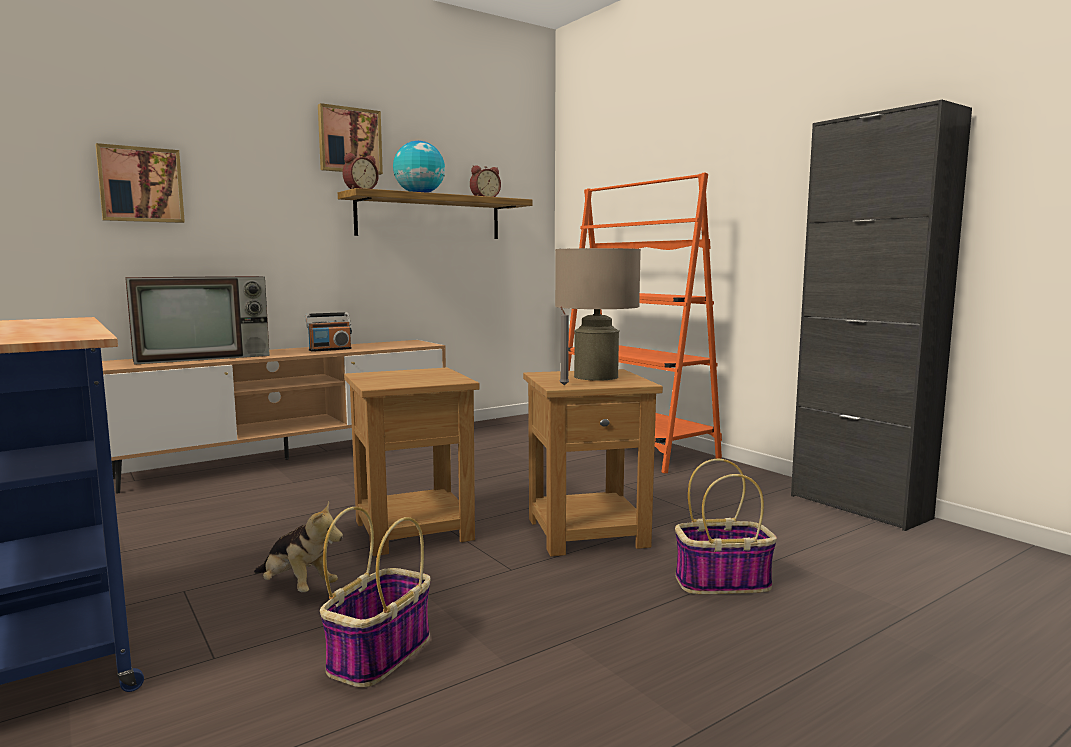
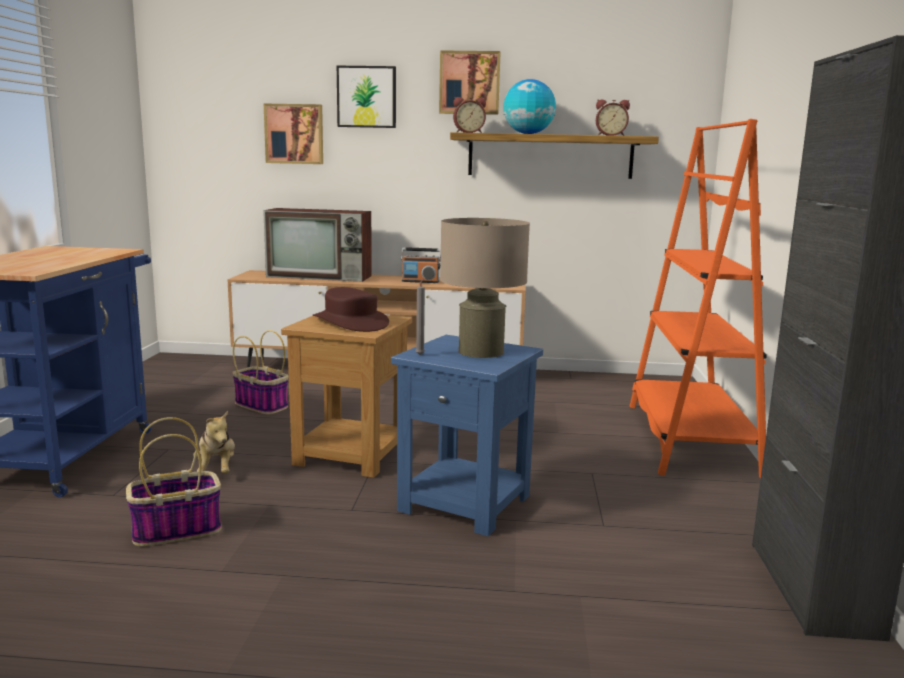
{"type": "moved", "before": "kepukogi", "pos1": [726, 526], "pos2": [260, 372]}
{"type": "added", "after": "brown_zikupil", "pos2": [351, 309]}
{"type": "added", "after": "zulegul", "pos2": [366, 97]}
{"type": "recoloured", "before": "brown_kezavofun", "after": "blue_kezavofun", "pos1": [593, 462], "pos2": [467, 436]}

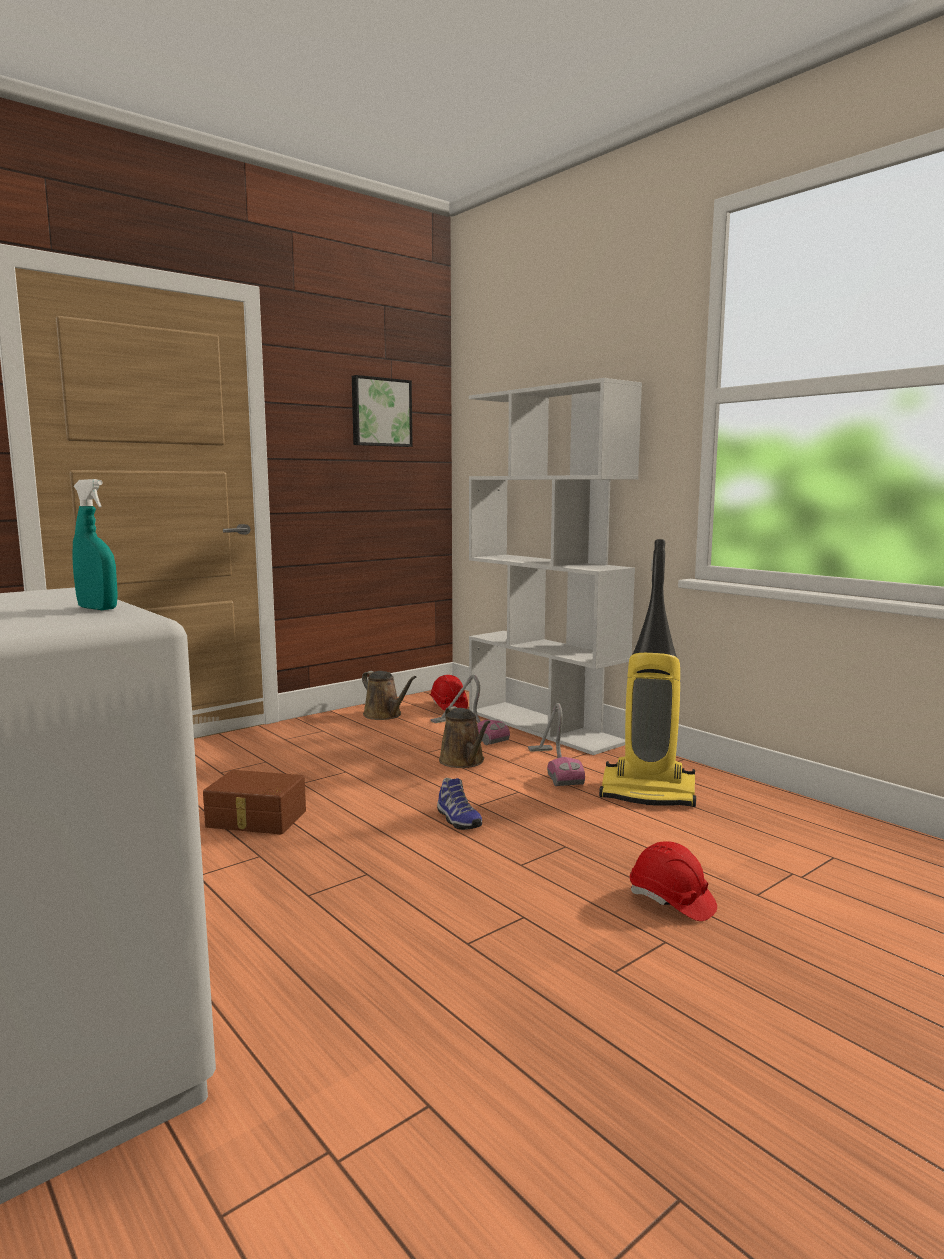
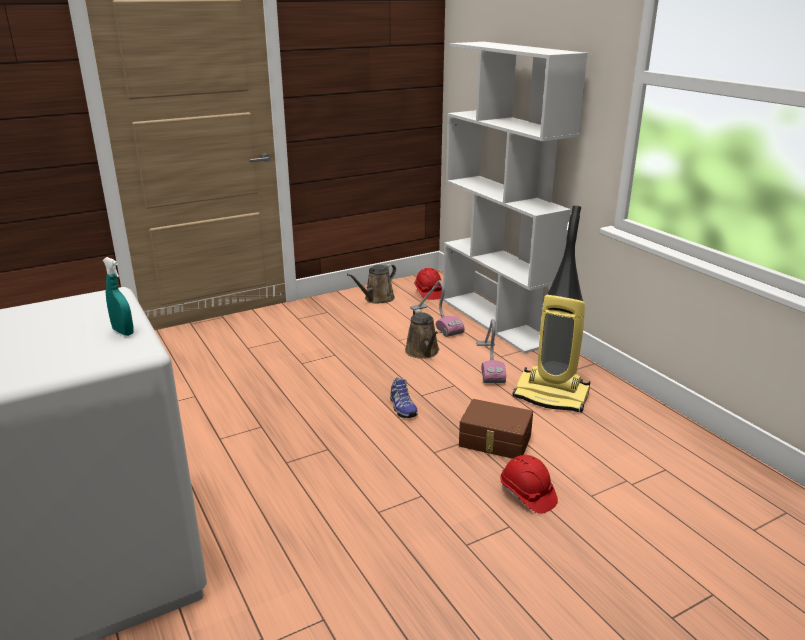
{"type": "turned", "before": "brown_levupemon", "pos1": [389, 695], "pos2": [371, 284], "turn": 75}
{"type": "moved", "before": "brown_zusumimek", "pos1": [254, 802], "pos2": [496, 429]}
{"type": "removed", "before": "zulegul", "pos1": [382, 411]}

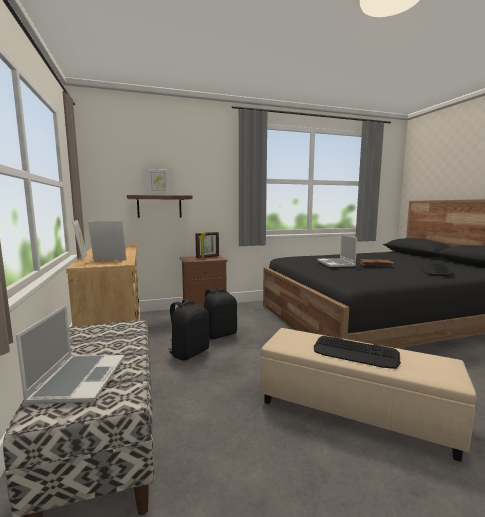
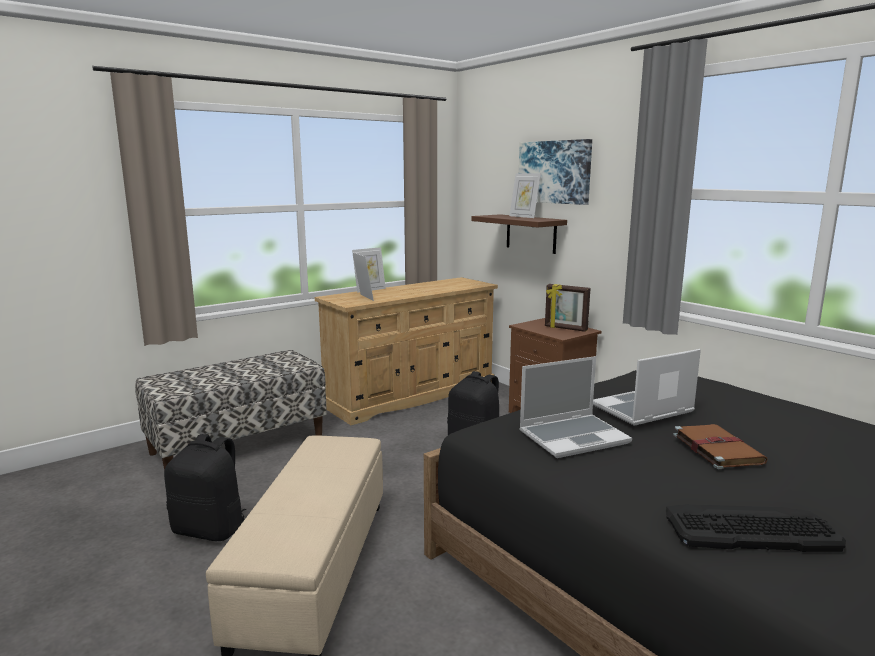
{"type": "moved", "before": "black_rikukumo", "pos1": [189, 329], "pos2": [205, 487]}
{"type": "added", "after": "zulegul", "pos2": [555, 172]}
{"type": "moved", "before": "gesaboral", "pos1": [70, 354], "pos2": [575, 407]}
{"type": "removed", "before": "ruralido", "pos1": [357, 352]}

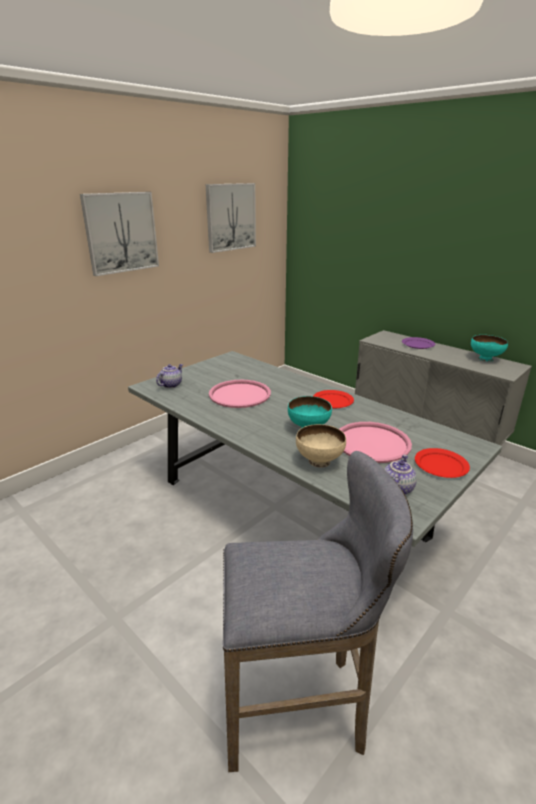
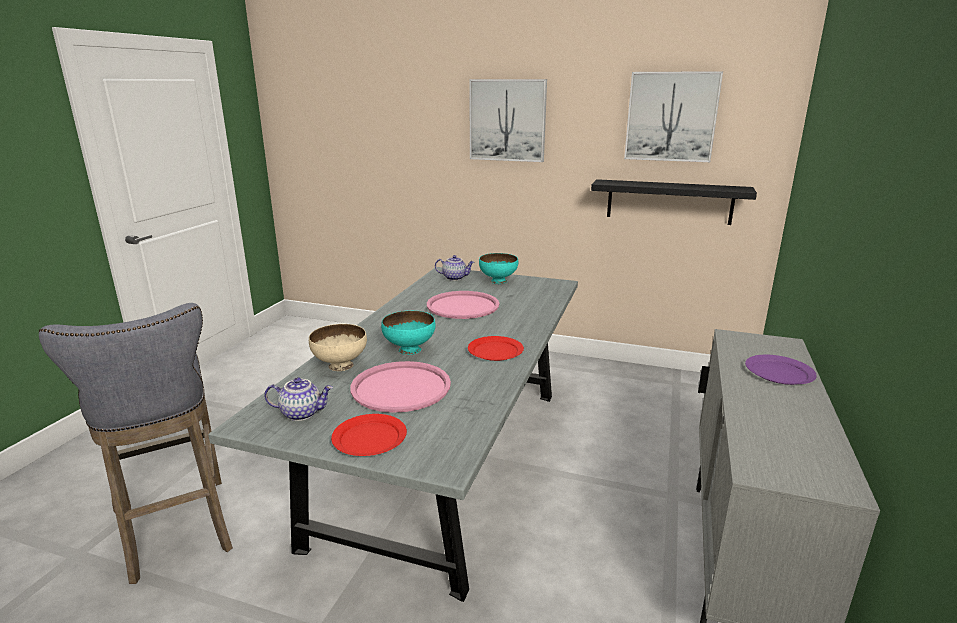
{"type": "moved", "before": "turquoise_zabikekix", "pos1": [489, 348], "pos2": [498, 268]}
{"type": "added", "after": "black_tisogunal", "pos2": [674, 202]}

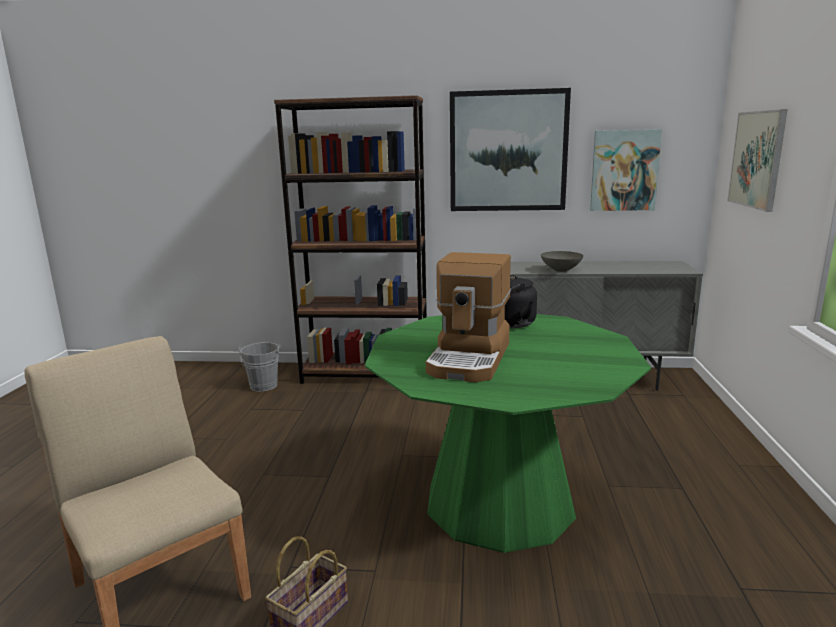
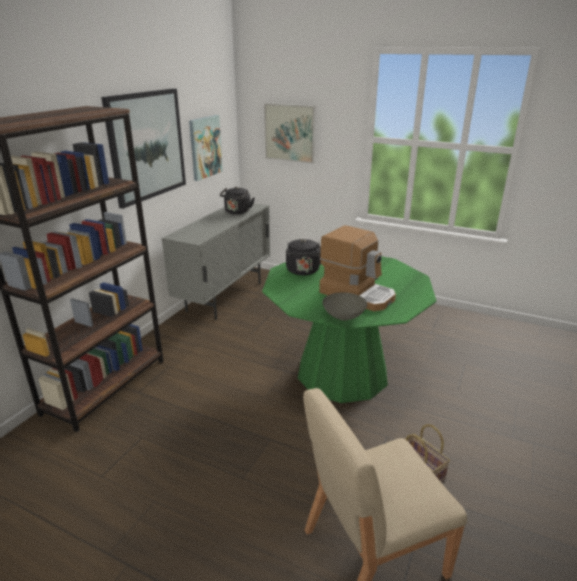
{"type": "added", "after": "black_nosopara", "pos2": [237, 200]}
{"type": "moved", "before": "grey_zabikekix", "pos1": [562, 261], "pos2": [345, 306]}
{"type": "removed", "before": "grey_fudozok", "pos1": [259, 367]}

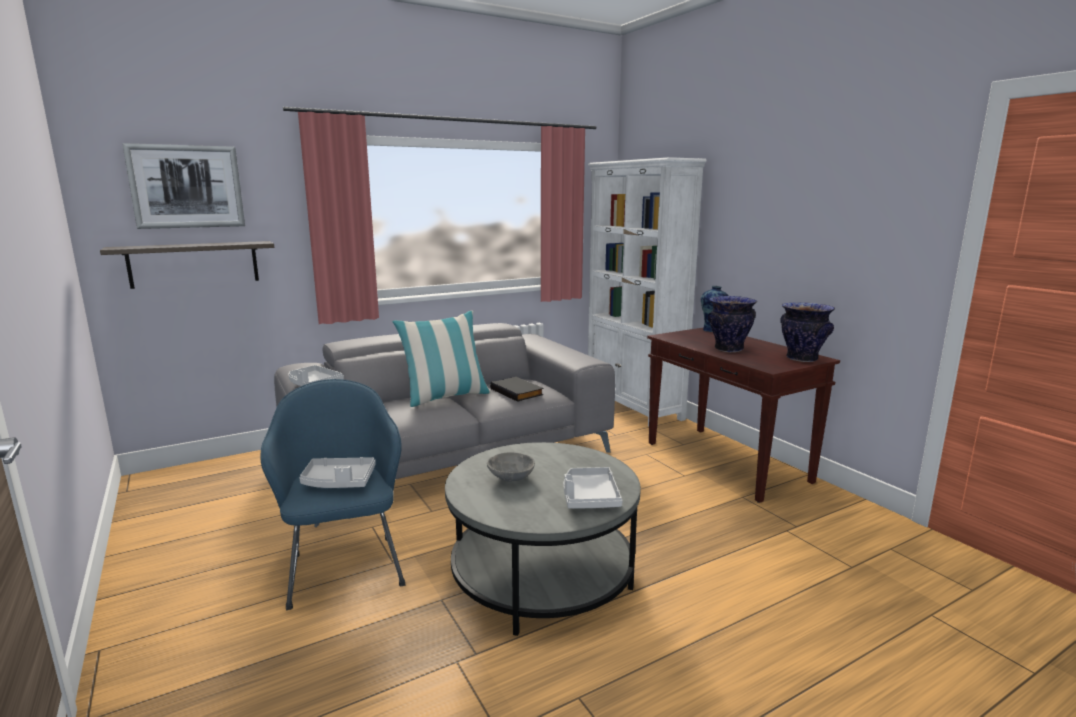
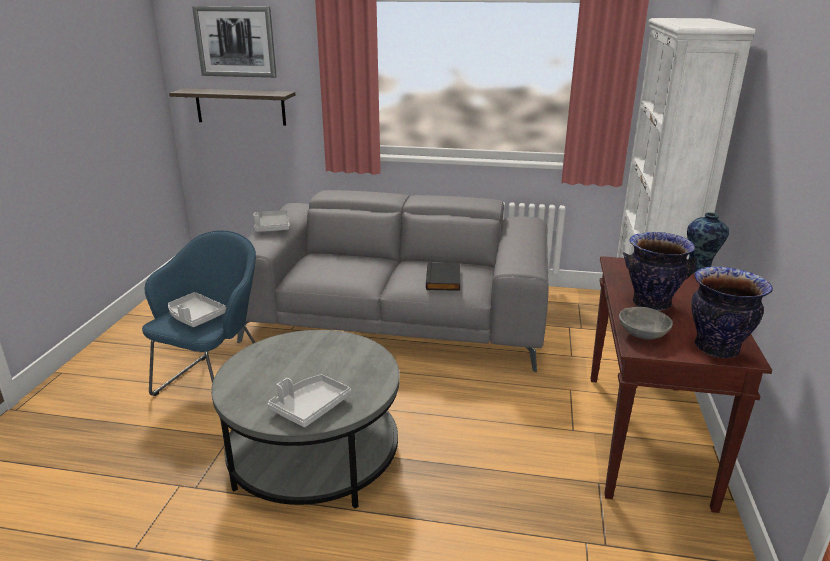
{"type": "moved", "before": "grey_zabikekix", "pos1": [511, 467], "pos2": [646, 323]}
{"type": "removed", "before": "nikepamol", "pos1": [441, 359]}

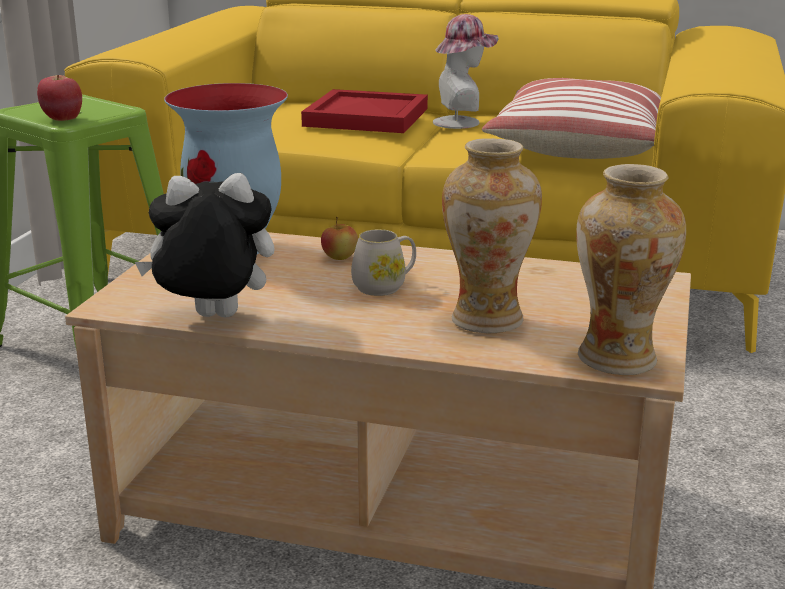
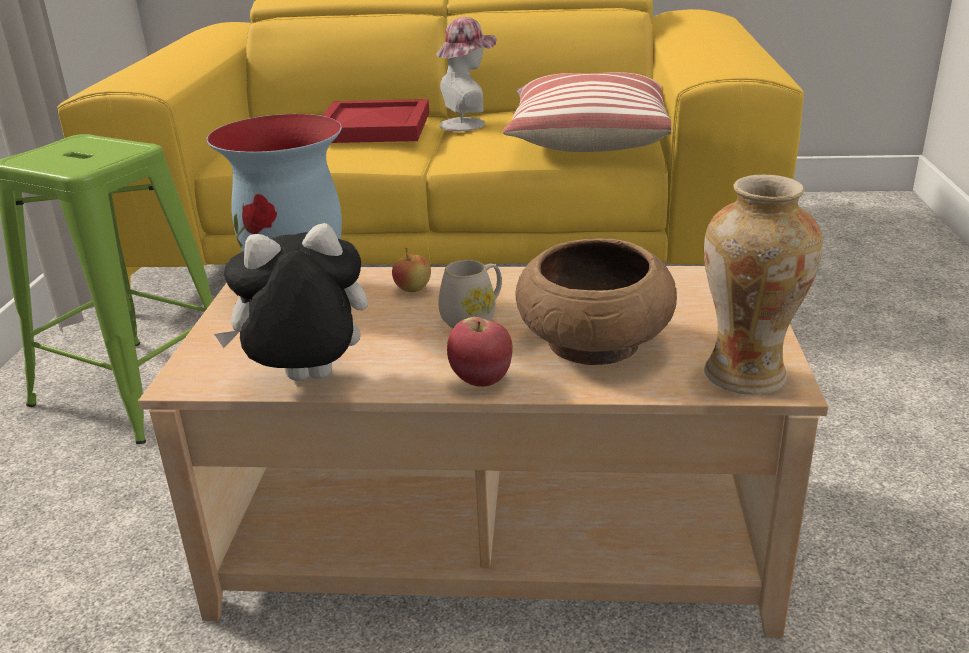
{"type": "moved", "before": "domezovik", "pos1": [59, 98], "pos2": [480, 352]}
{"type": "replaced", "before": "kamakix", "after": "brown_zabikekix", "pos1": [492, 236], "pos2": [596, 301]}

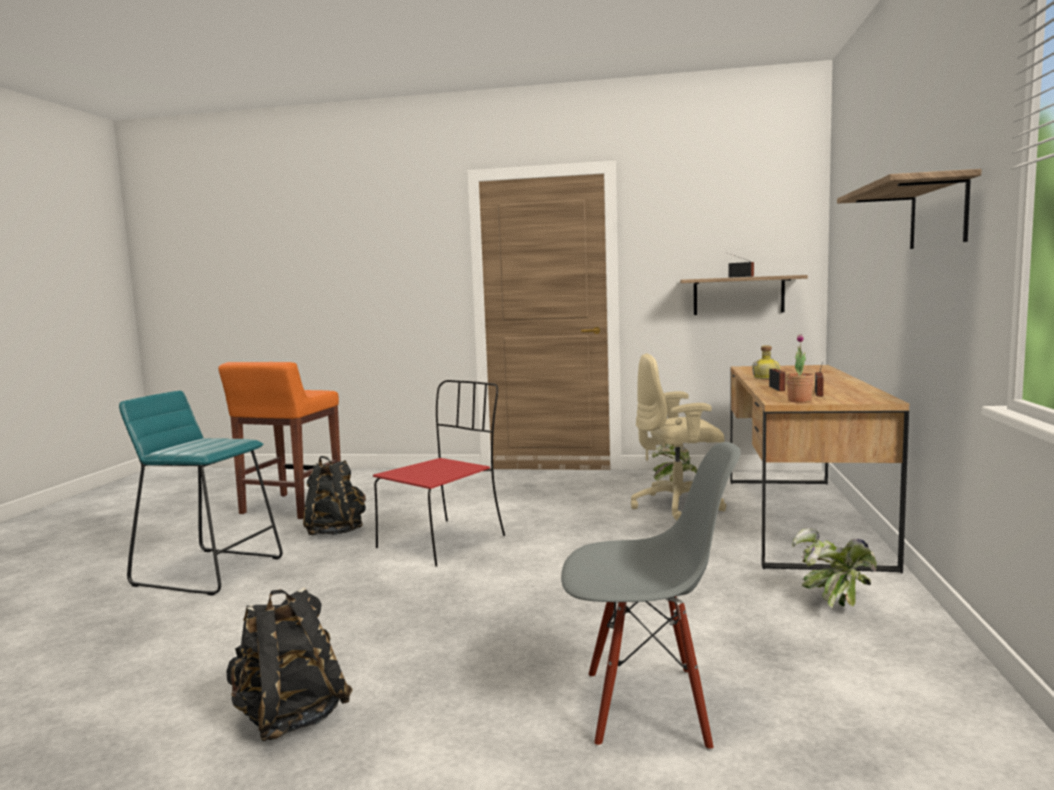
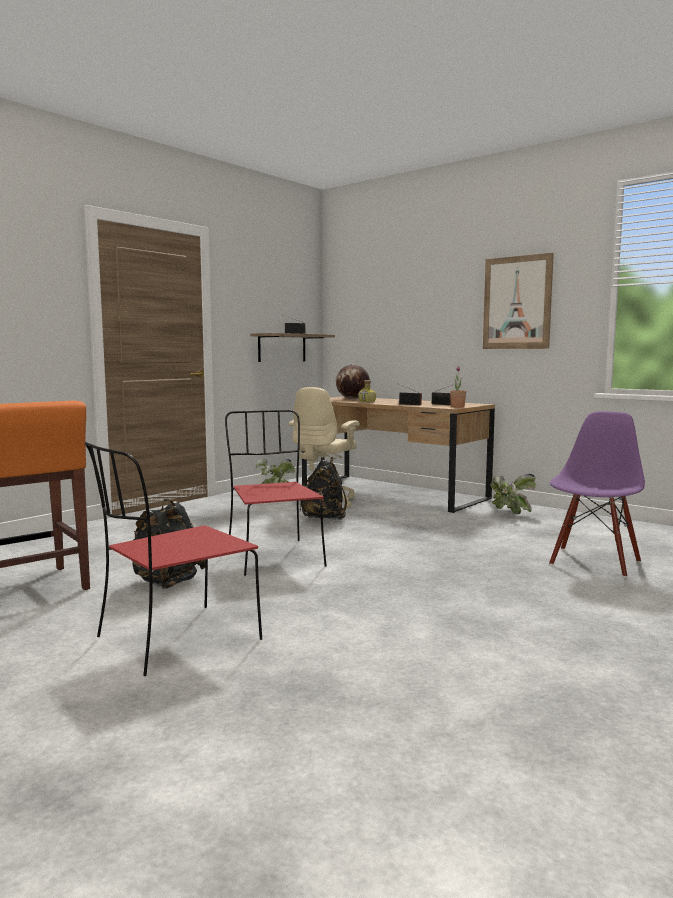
{"type": "replaced", "before": "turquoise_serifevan", "after": "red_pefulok", "pos1": [201, 493], "pos2": [173, 559]}
{"type": "moved", "before": "black_rikukumo", "pos1": [289, 664], "pos2": [323, 488]}
{"type": "added", "after": "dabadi", "pos2": [353, 381]}
{"type": "replaced", "before": "tisogunal", "after": "zulegul", "pos1": [909, 209], "pos2": [518, 301]}
{"type": "recoloured", "before": "grey_pefulok", "after": "purple_pefulok", "pos1": [651, 596], "pos2": [597, 494]}

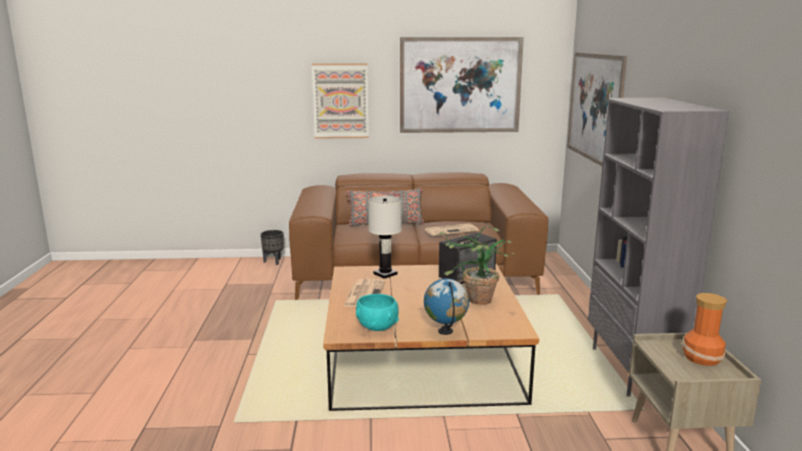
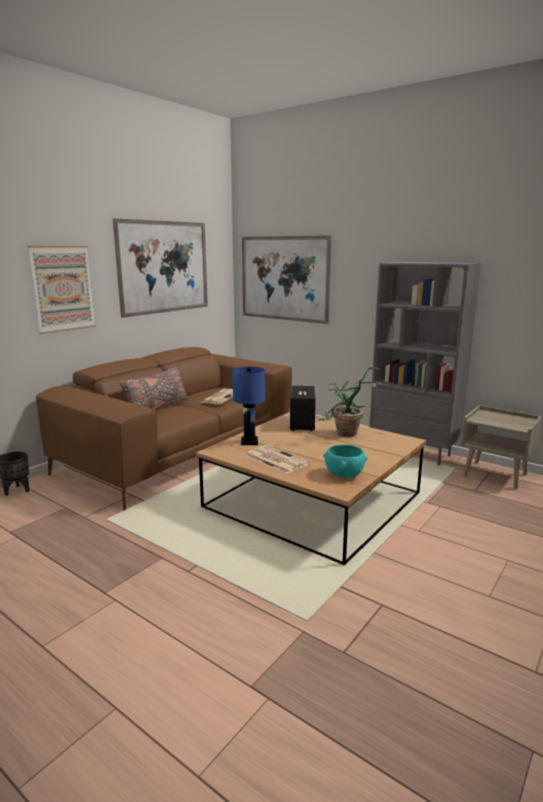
{"type": "recoloured", "before": "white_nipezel", "after": "blue_nipezel", "pos1": [385, 237], "pos2": [248, 406]}
{"type": "removed", "before": "dabadi", "pos1": [446, 306]}
{"type": "removed", "before": "kamakix", "pos1": [704, 329]}

